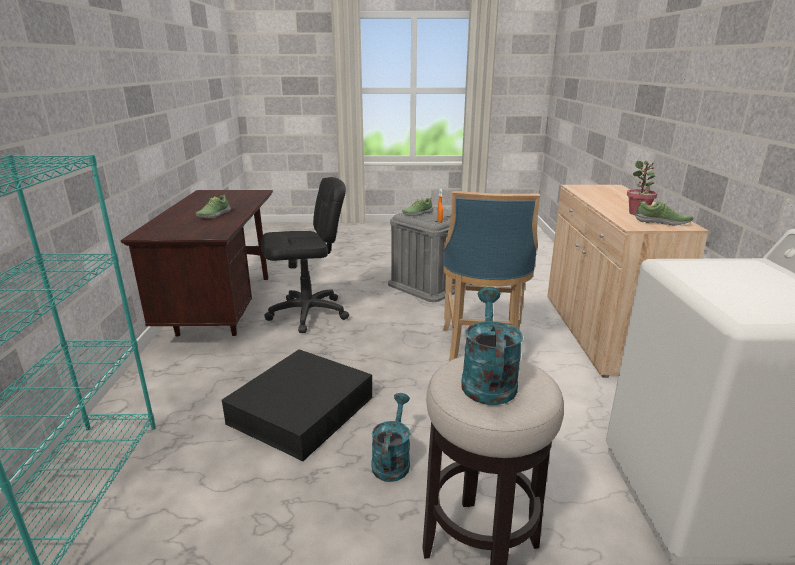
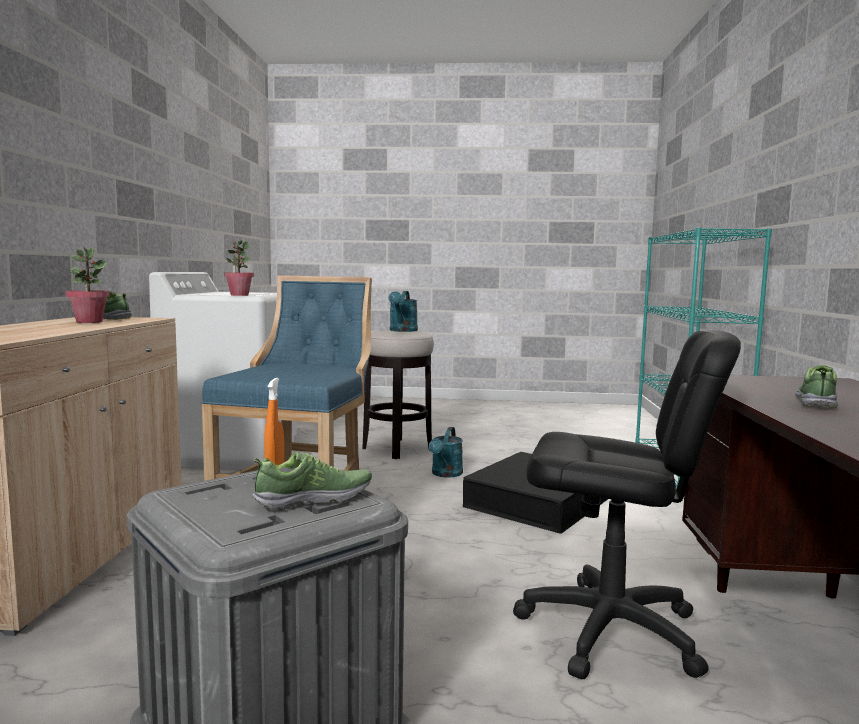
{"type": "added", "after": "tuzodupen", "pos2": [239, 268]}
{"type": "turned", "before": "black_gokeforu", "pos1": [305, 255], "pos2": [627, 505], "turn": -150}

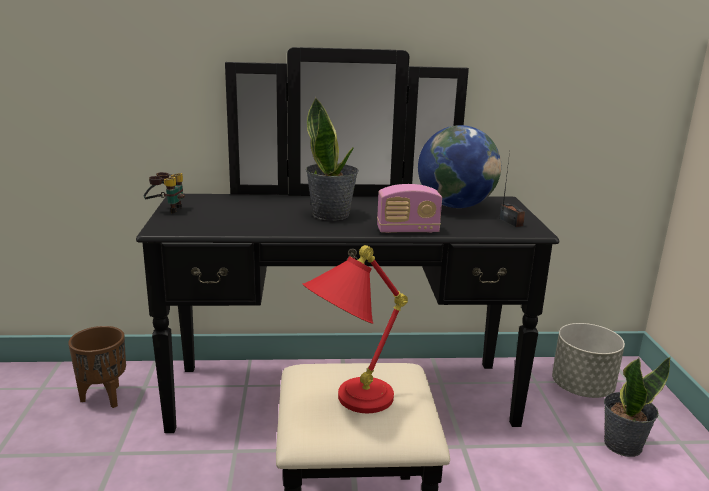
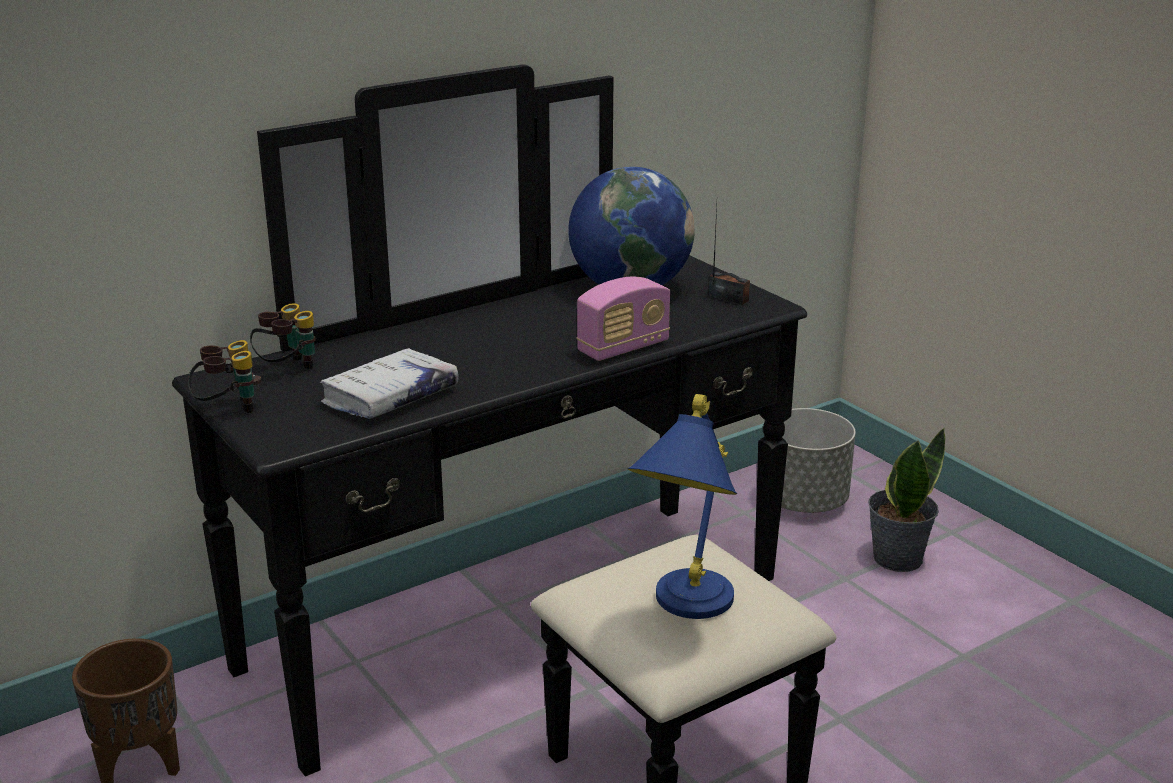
{"type": "added", "after": "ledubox", "pos2": [283, 336]}
{"type": "added", "after": "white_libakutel", "pos2": [389, 383]}
{"type": "recoloured", "before": "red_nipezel", "after": "blue_nipezel", "pos1": [355, 329], "pos2": [682, 506]}
{"type": "removed", "before": "tuzodupen", "pos1": [332, 159]}

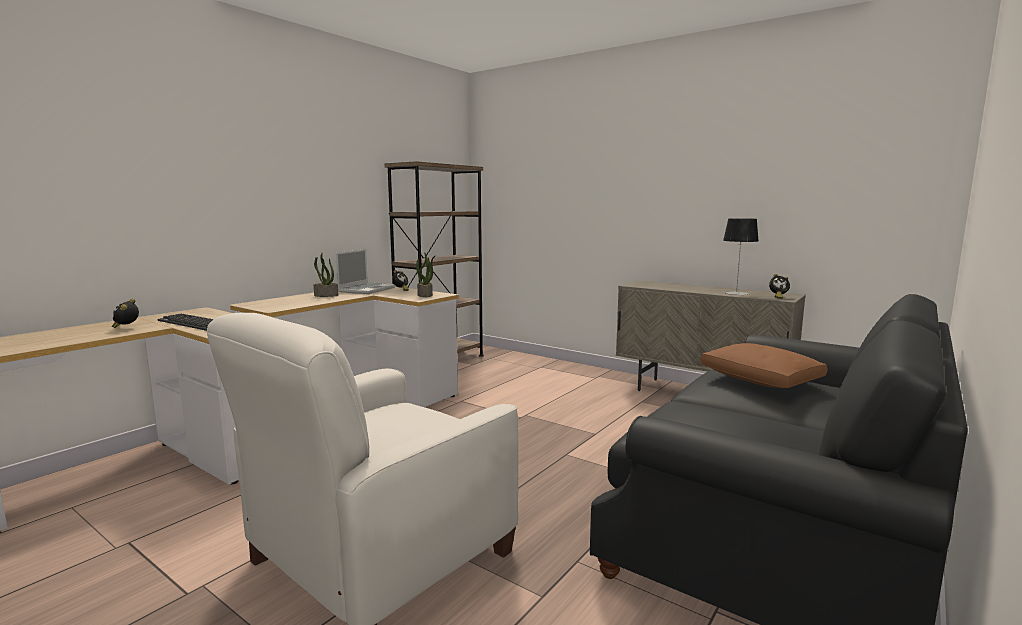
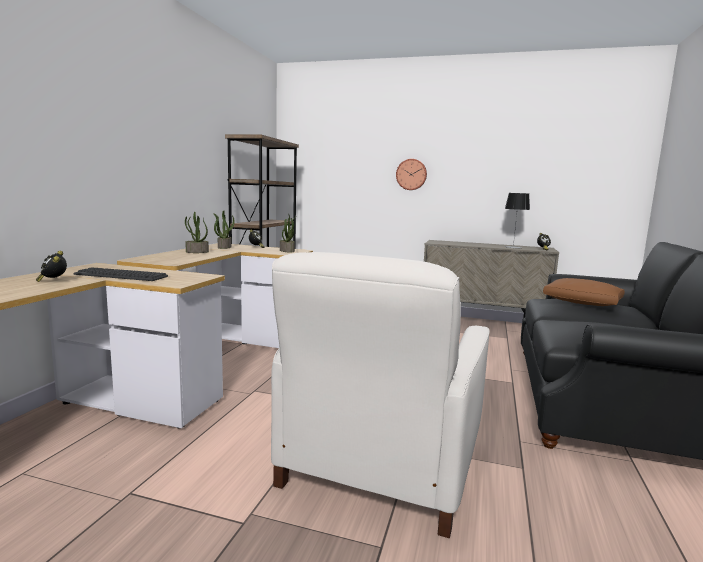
{"type": "replaced", "before": "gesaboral", "after": "tuzodupen", "pos1": [366, 271], "pos2": [224, 230]}
{"type": "added", "after": "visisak", "pos2": [411, 174]}

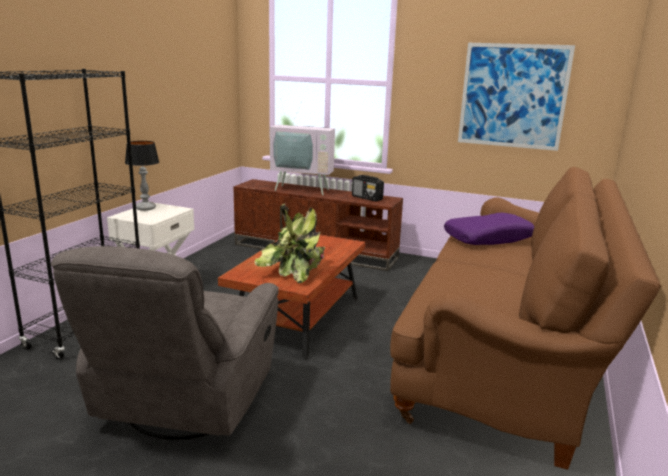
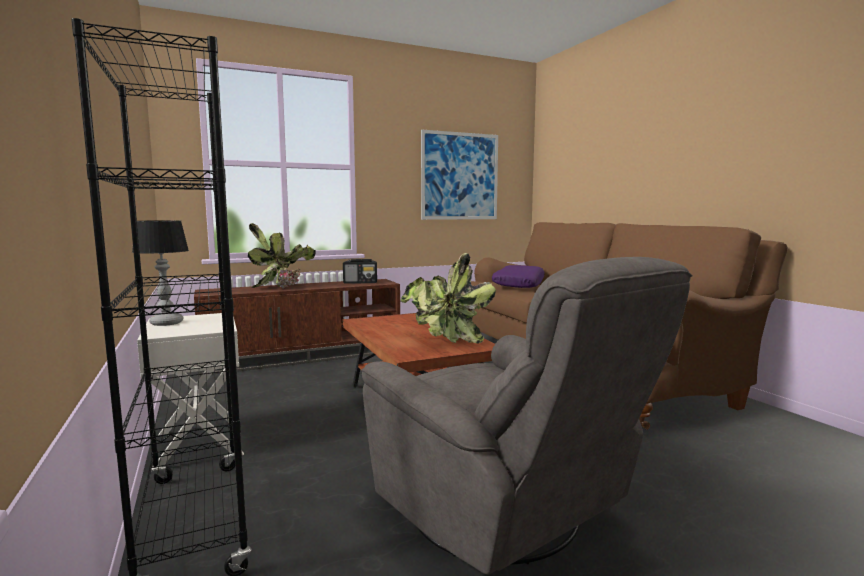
{"type": "replaced", "before": "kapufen", "after": "tuzodupen", "pos1": [302, 148], "pos2": [282, 256]}

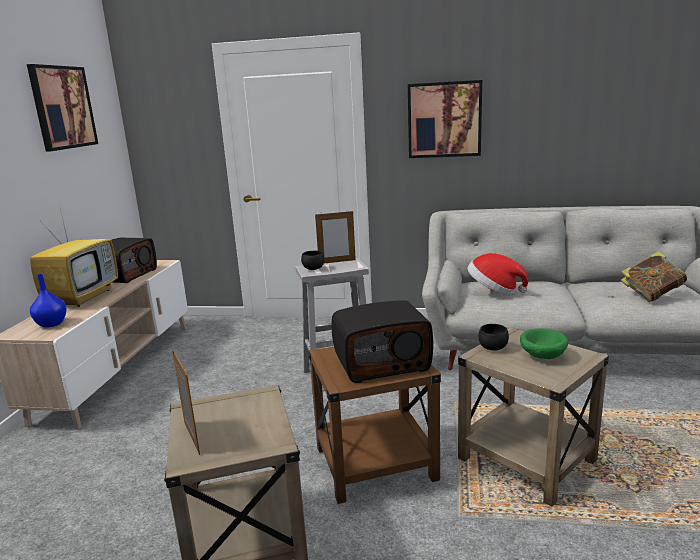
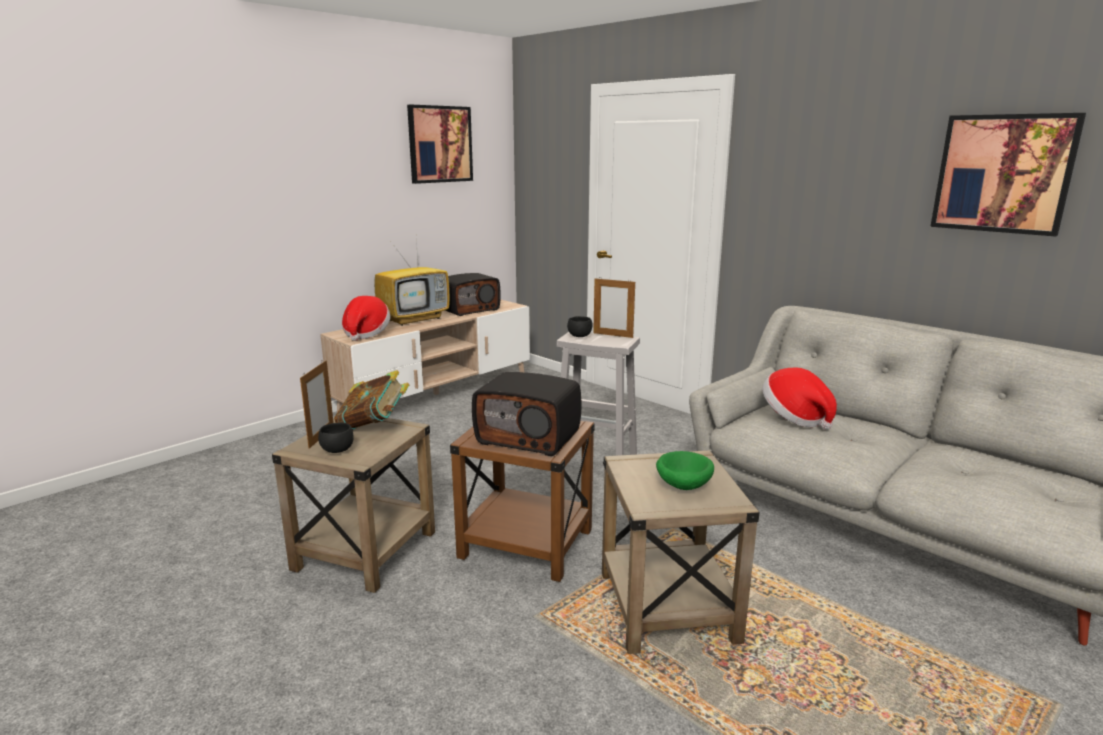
{"type": "moved", "before": "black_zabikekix", "pos1": [493, 337], "pos2": [336, 438]}
{"type": "moved", "before": "libakutel", "pos1": [654, 276], "pos2": [371, 400]}
{"type": "replaced", "before": "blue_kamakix", "after": "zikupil", "pos1": [48, 301], "pos2": [366, 318]}
{"type": "moved", "before": "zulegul", "pos1": [445, 119], "pos2": [1008, 175]}

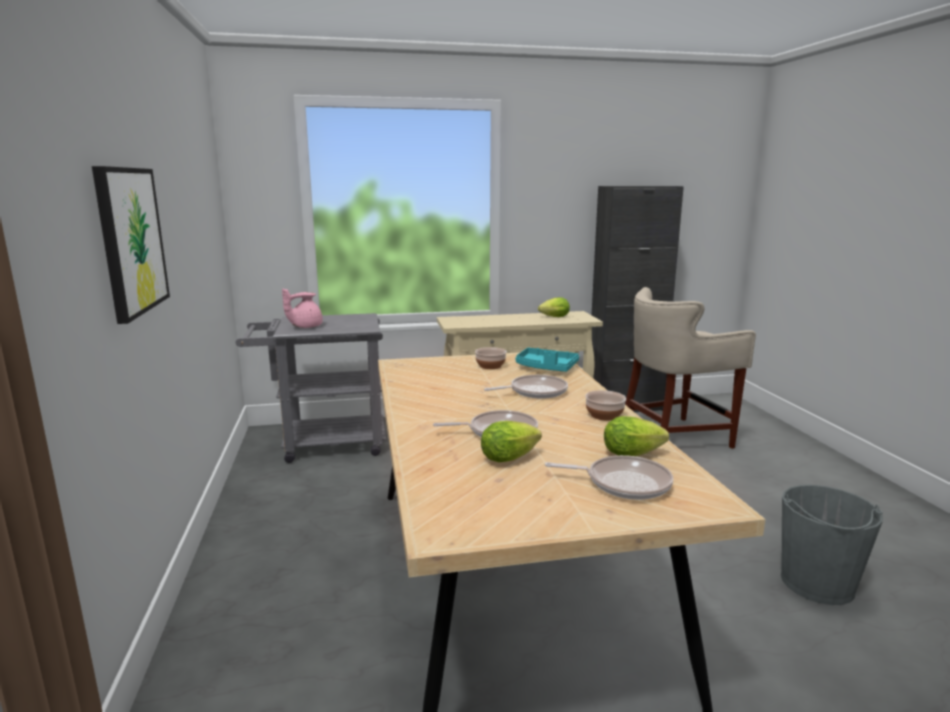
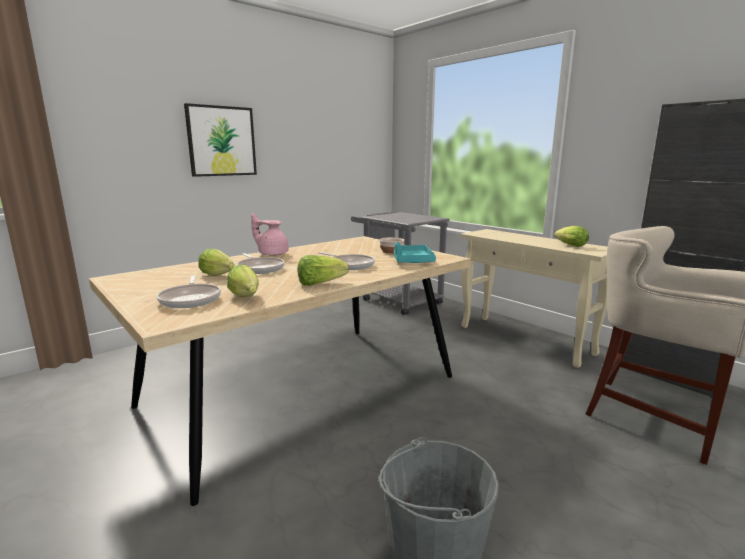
{"type": "moved", "before": "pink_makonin", "pos1": [302, 308], "pos2": [270, 234]}
{"type": "replaced", "before": "zabikekix", "after": "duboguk", "pos1": [605, 405], "pos2": [323, 270]}

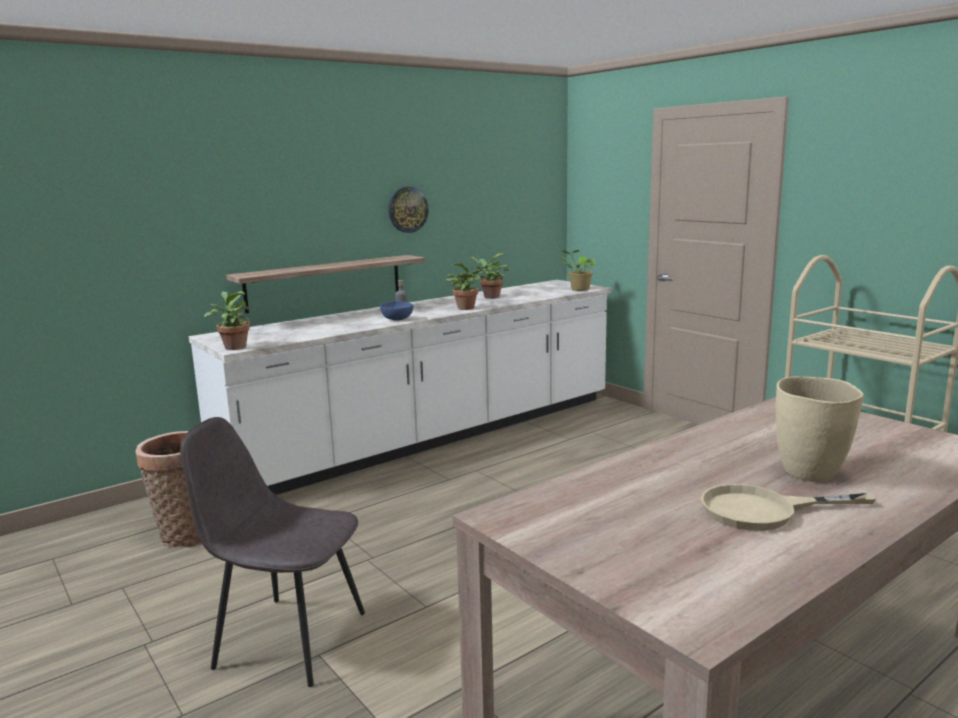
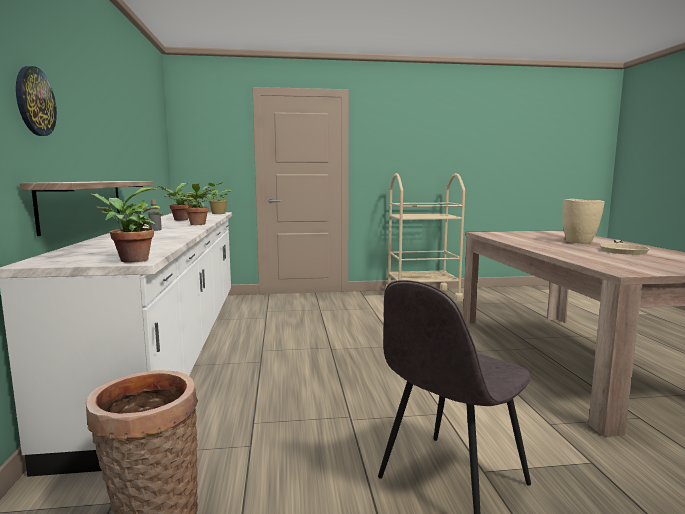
{"type": "moved", "before": "visisak", "pos1": [408, 210], "pos2": [36, 101]}
{"type": "removed", "before": "blue_zabikekix", "pos1": [396, 311]}

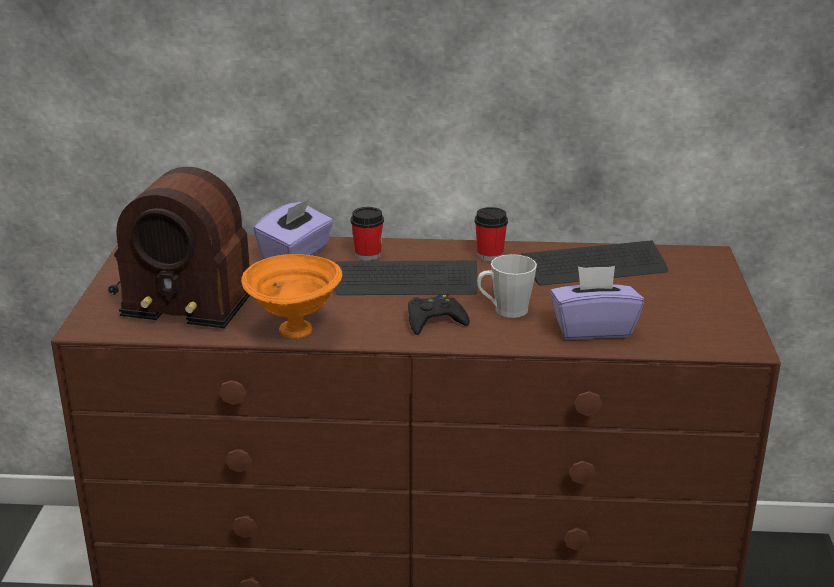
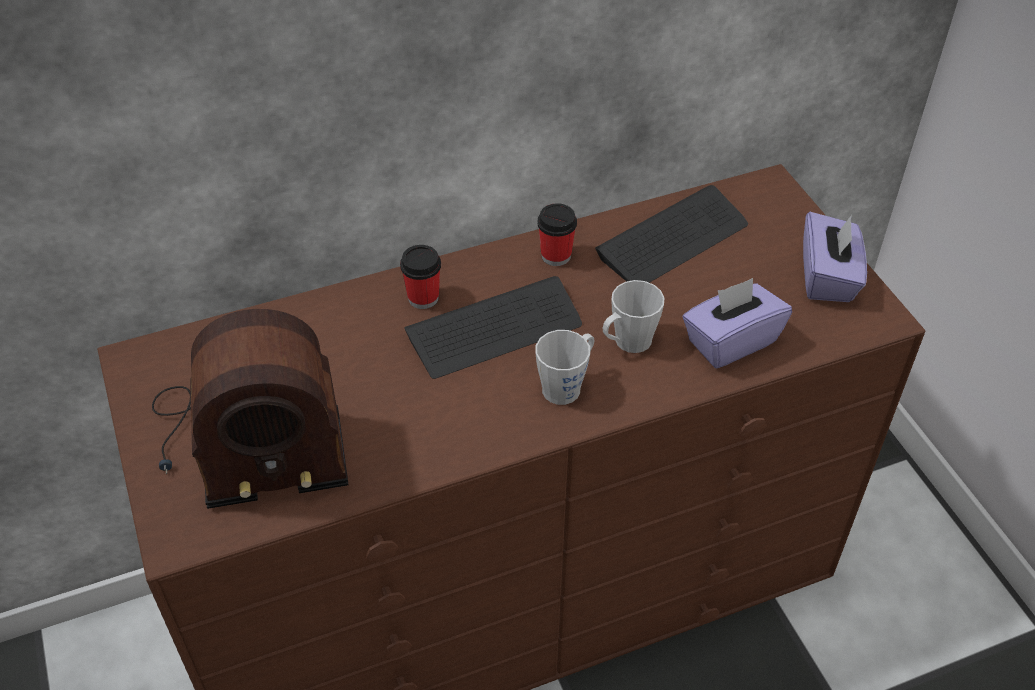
{"type": "replaced", "before": "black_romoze", "after": "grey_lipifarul", "pos1": [439, 314], "pos2": [565, 367]}
{"type": "moved", "before": "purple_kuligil", "pos1": [293, 228], "pos2": [835, 257]}
{"type": "removed", "before": "orange_zabikekix", "pos1": [291, 296]}

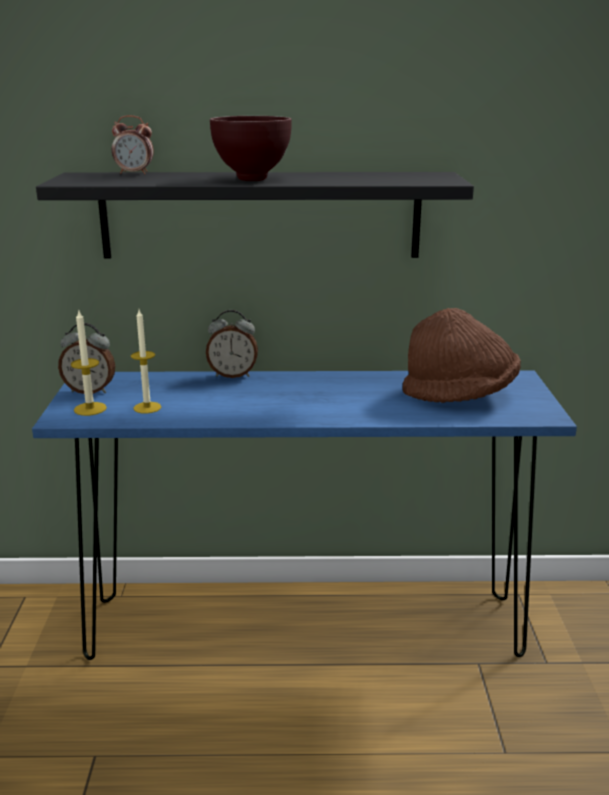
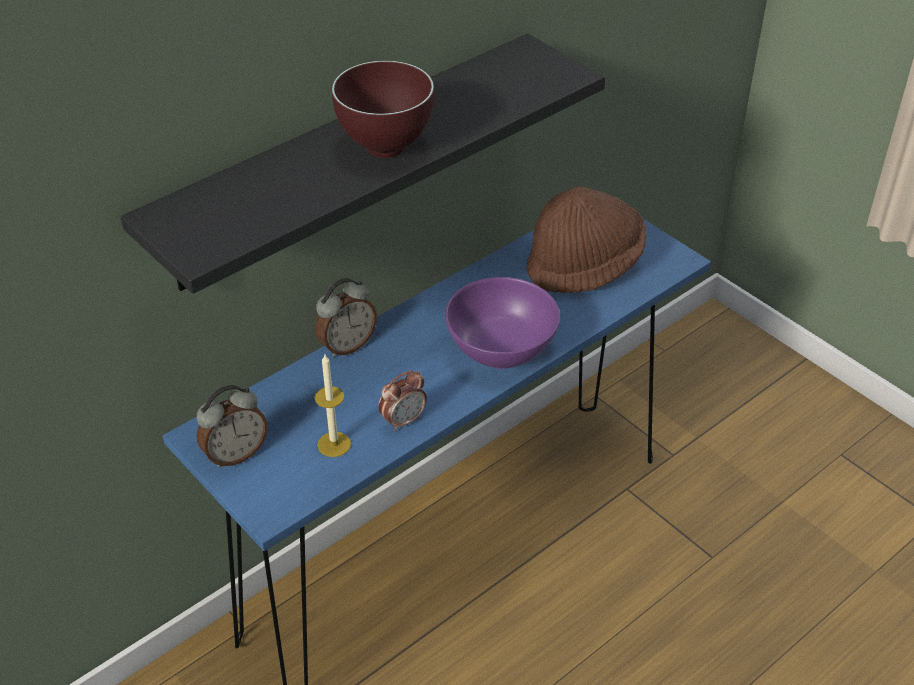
{"type": "moved", "before": "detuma", "pos1": [133, 145], "pos2": [402, 401]}
{"type": "added", "after": "purple_zabikekix", "pos2": [502, 323]}
{"type": "removed", "before": "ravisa", "pos1": [89, 363]}

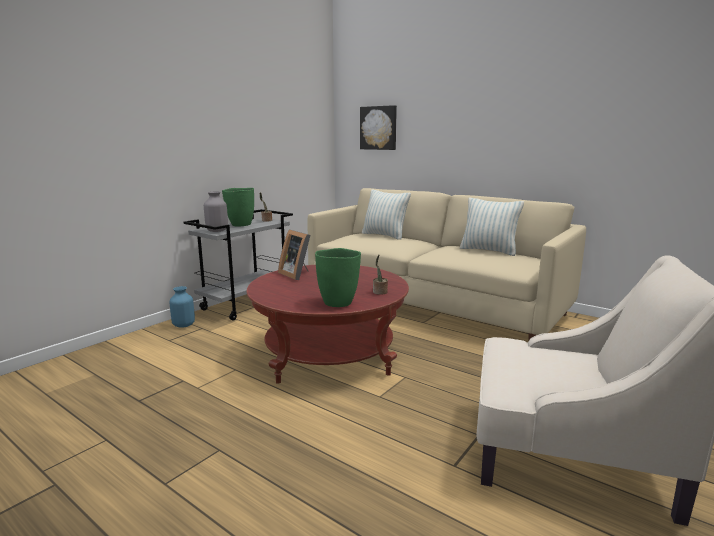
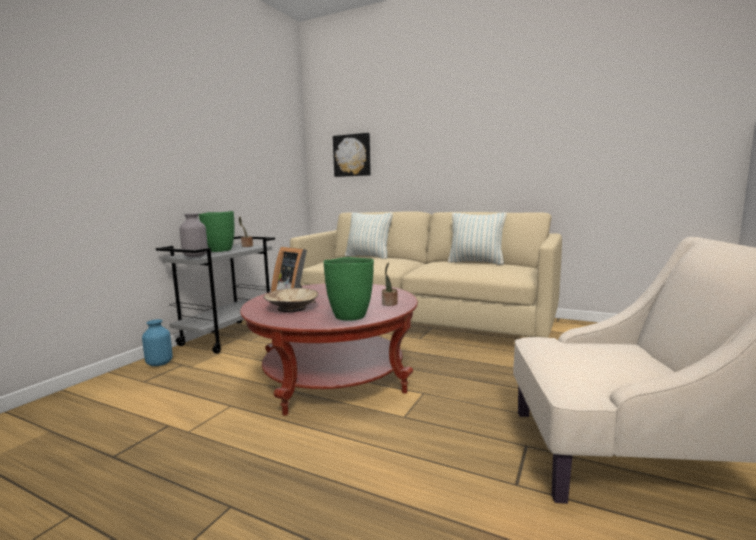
{"type": "added", "after": "beige_zabikekix", "pos2": [290, 300]}

